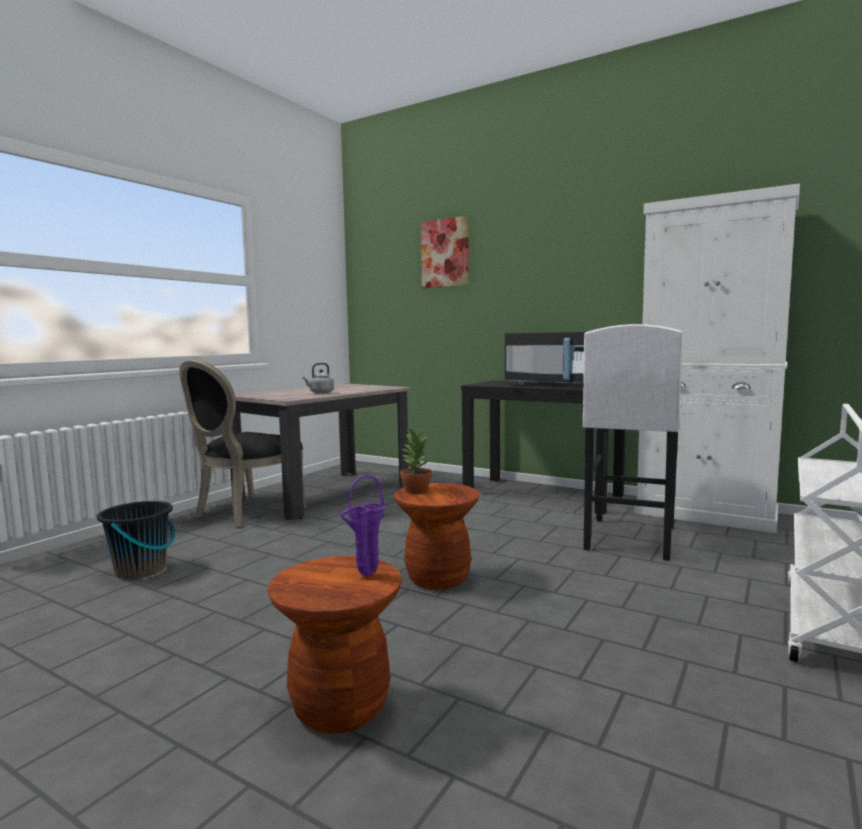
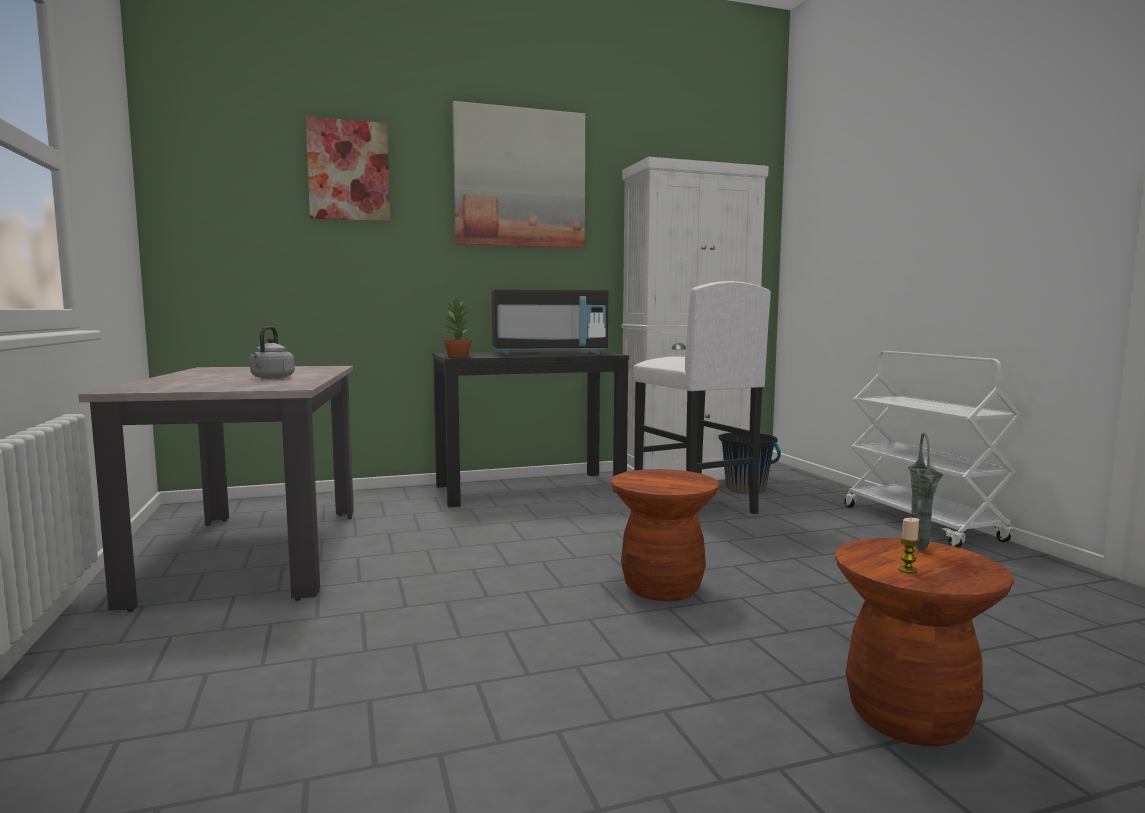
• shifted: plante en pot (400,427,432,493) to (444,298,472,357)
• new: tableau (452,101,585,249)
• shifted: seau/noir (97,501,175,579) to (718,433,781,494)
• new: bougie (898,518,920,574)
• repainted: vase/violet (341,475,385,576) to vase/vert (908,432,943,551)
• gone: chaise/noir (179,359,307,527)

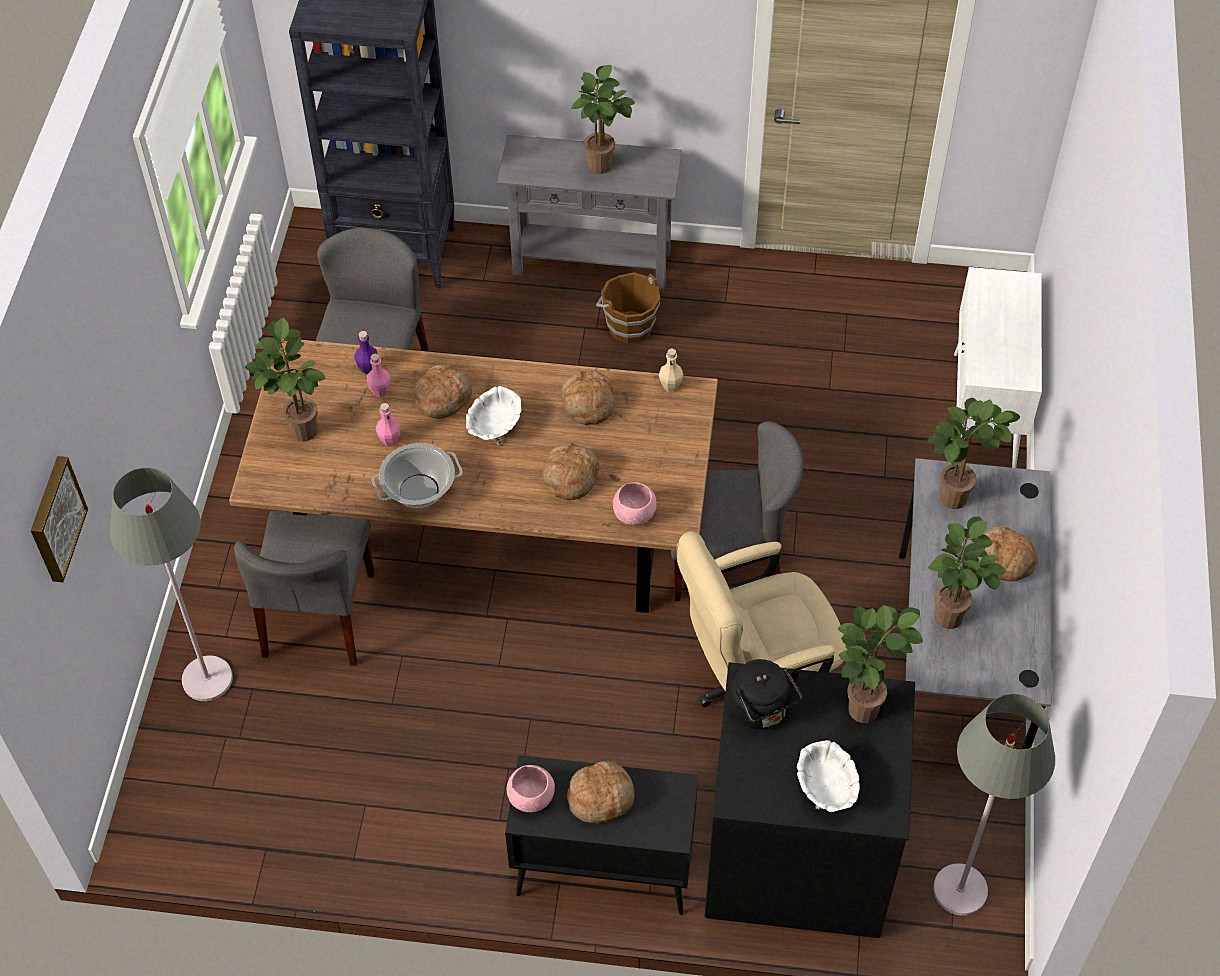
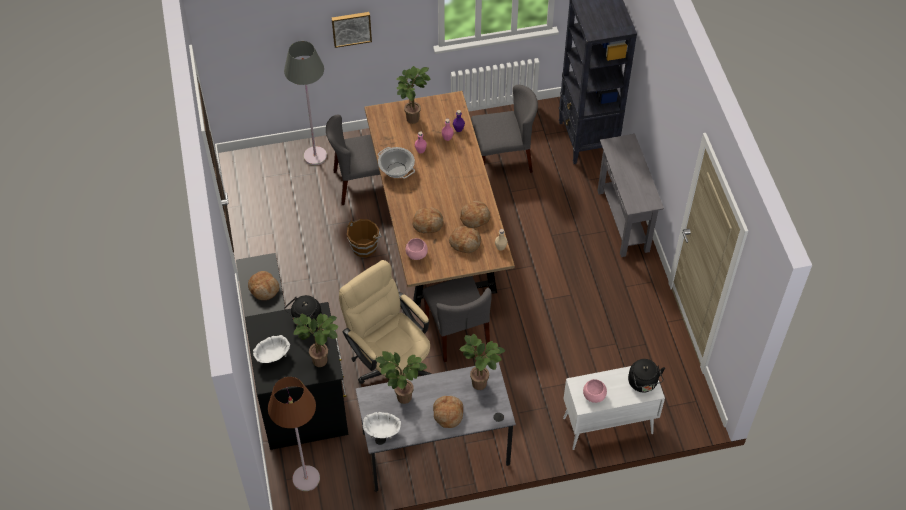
• repainted: lampadaire/gris (933,694,1055,916) to lampadaire/marron (268,377,320,491)
• shifted: tableau (31,456,88,582) to (331,12,372,48)
• shifted: seau/marron (596,272,660,344) to (347,219,382,258)
• shifted: bol/blanc (466,386,521,445) to (363,412,401,439)
• shifted: pain (414,364,472,419) to (449,226,481,253)
• shifted: bol/rose (507,765,555,812) to (583,379,607,403)
• new: bouilloire/noir (628,359,665,393)
• gone: plante en pot (571,65,635,174)

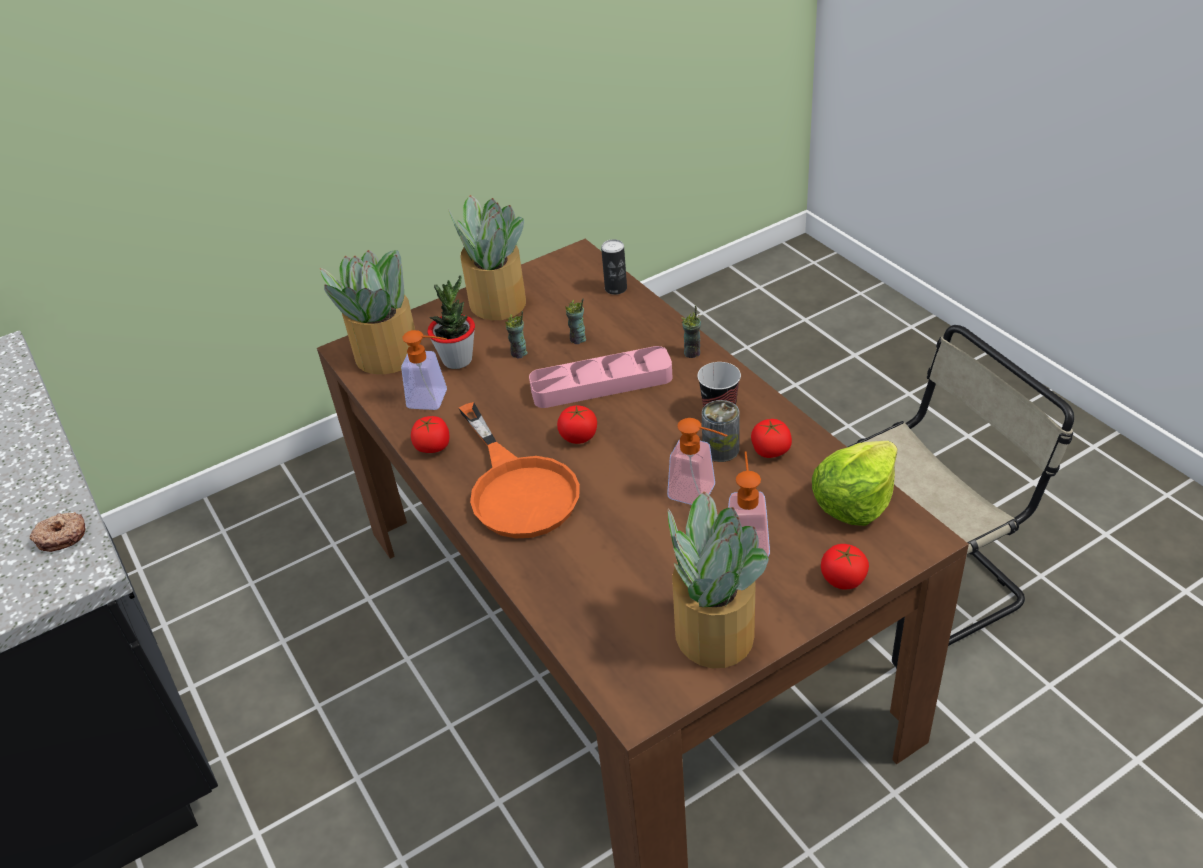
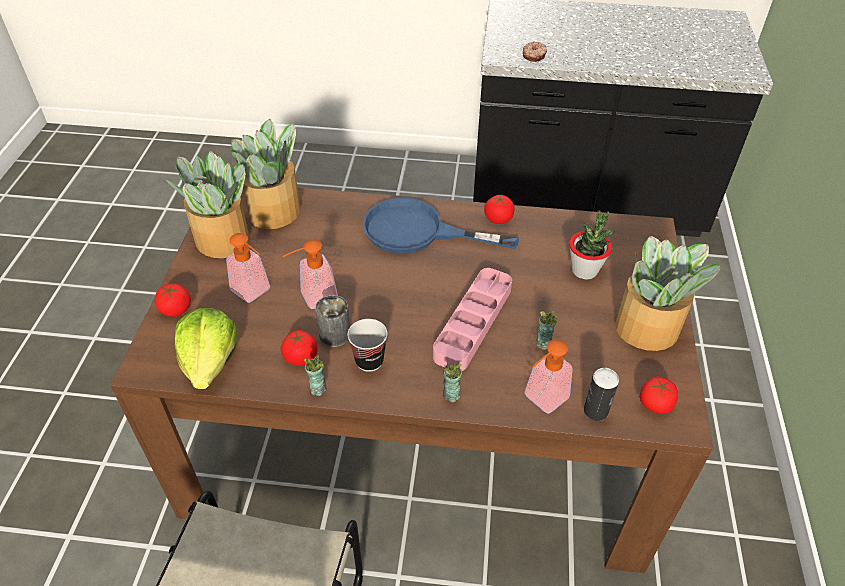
• shifted: plante en pot (320,250,415,374) to (231,119,301,229)
• shifted: tasse (505,311,528,359) to (304,355,326,396)
• repainted: poêle/orange (459,402,580,538) to poêle/bleu (363,198,519,254)
• shifted: distributeur de savon (401,330,447,410) to (524,339,573,414)
• shifted: tomate (557,406,597,444) to (640,377,678,414)

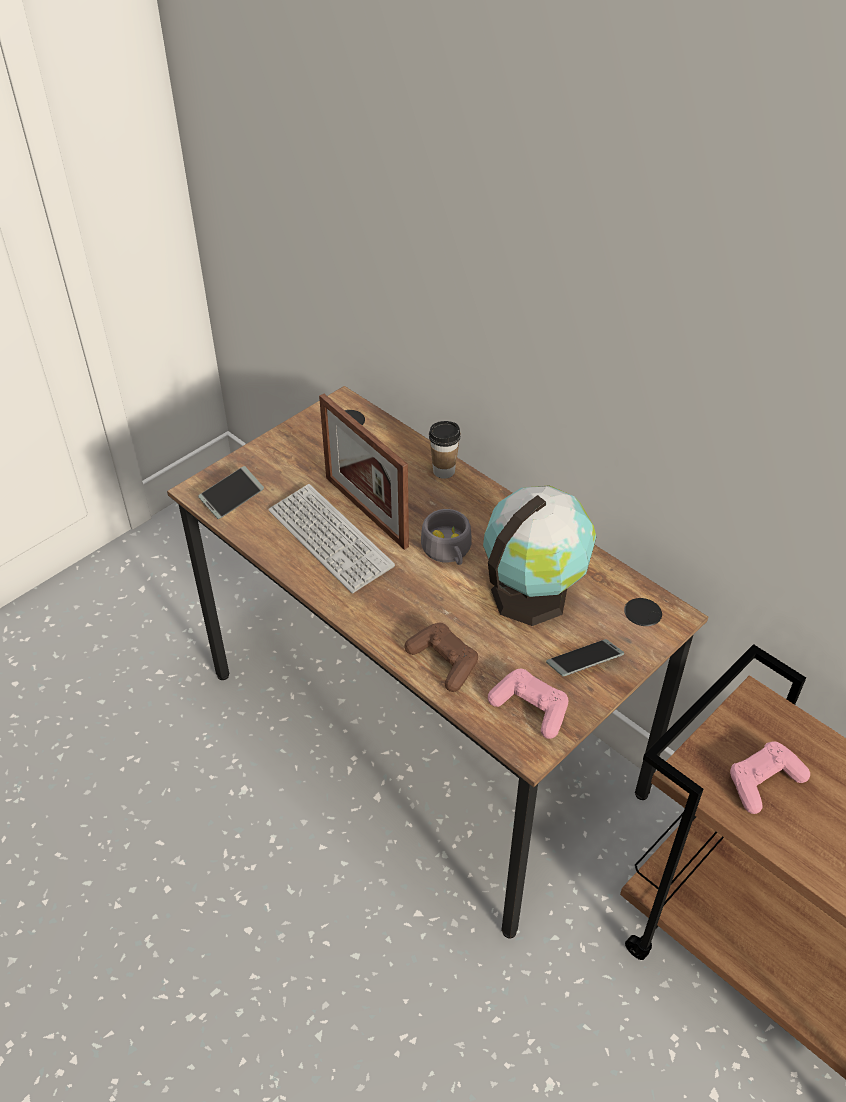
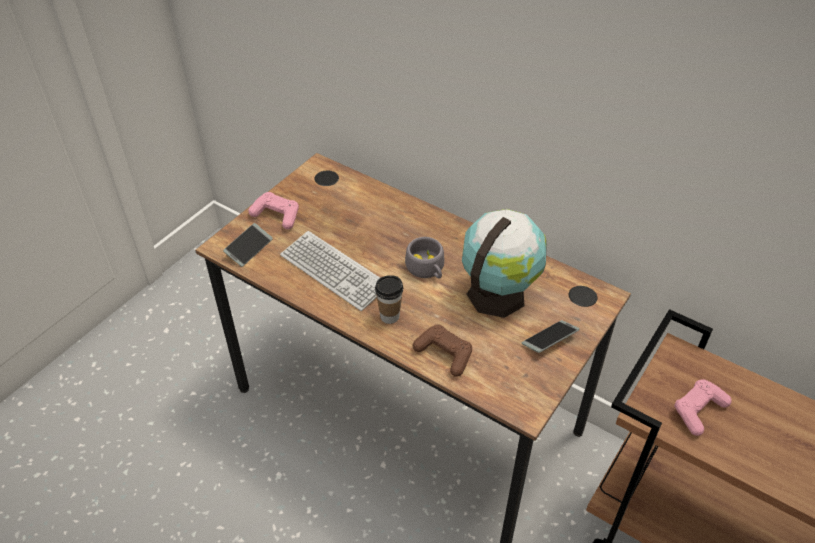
• shifted: manette/rose (488,669,568,739) to (249,192,299,230)
• shifted: tasse (429,421,461,479) to (375,275,403,324)
• gone: cadre photo (319,394,409,550)

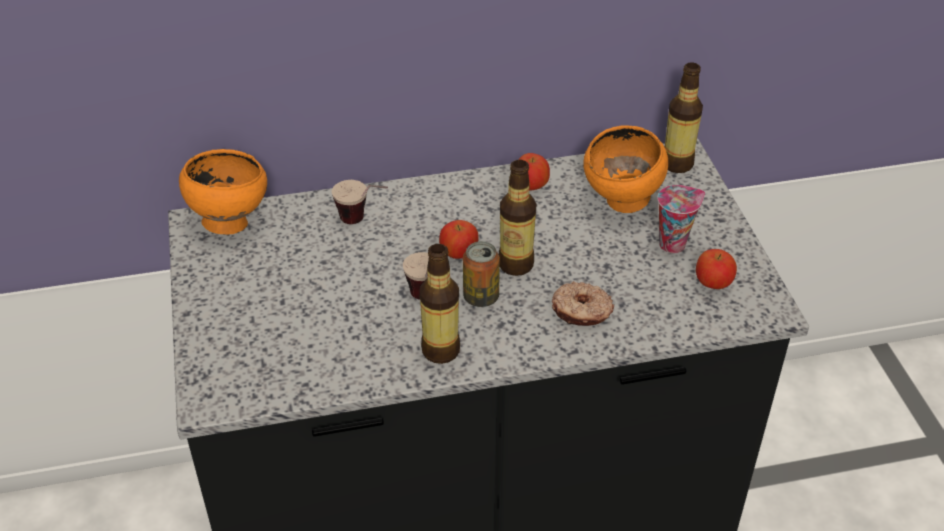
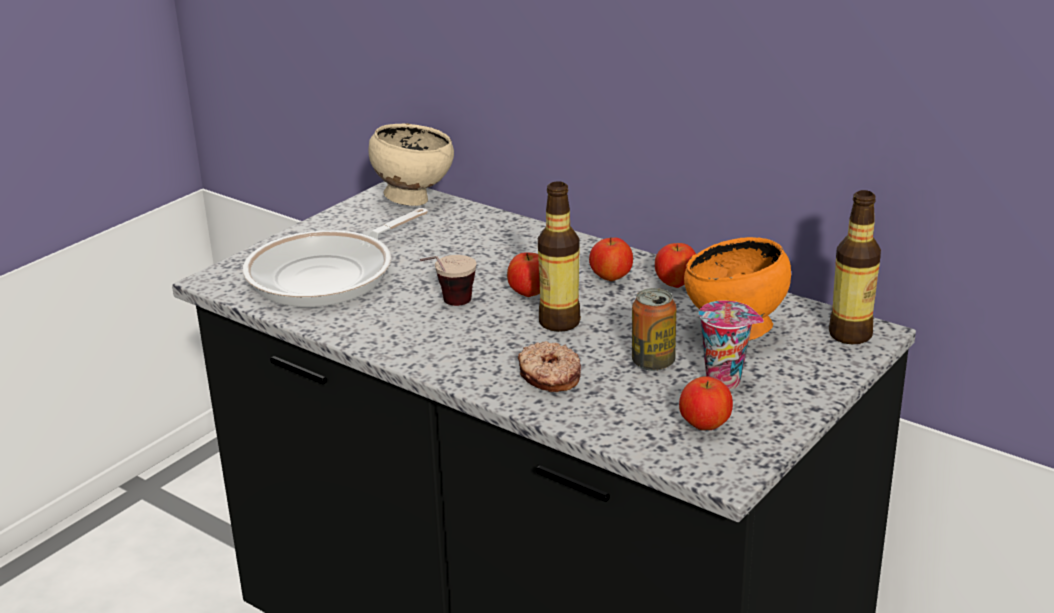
• new: poêle (243,208,428,307)
• repainted: bol/orange (179,149,267,235) to bol/beige (368,123,454,206)
• new: pomme (589,237,633,281)
• shifted: boîte métallique (463,241,500,307) to (632,288,677,371)
• gone: tasse (332,180,388,224)
• gone: bouteille (419,244,460,364)

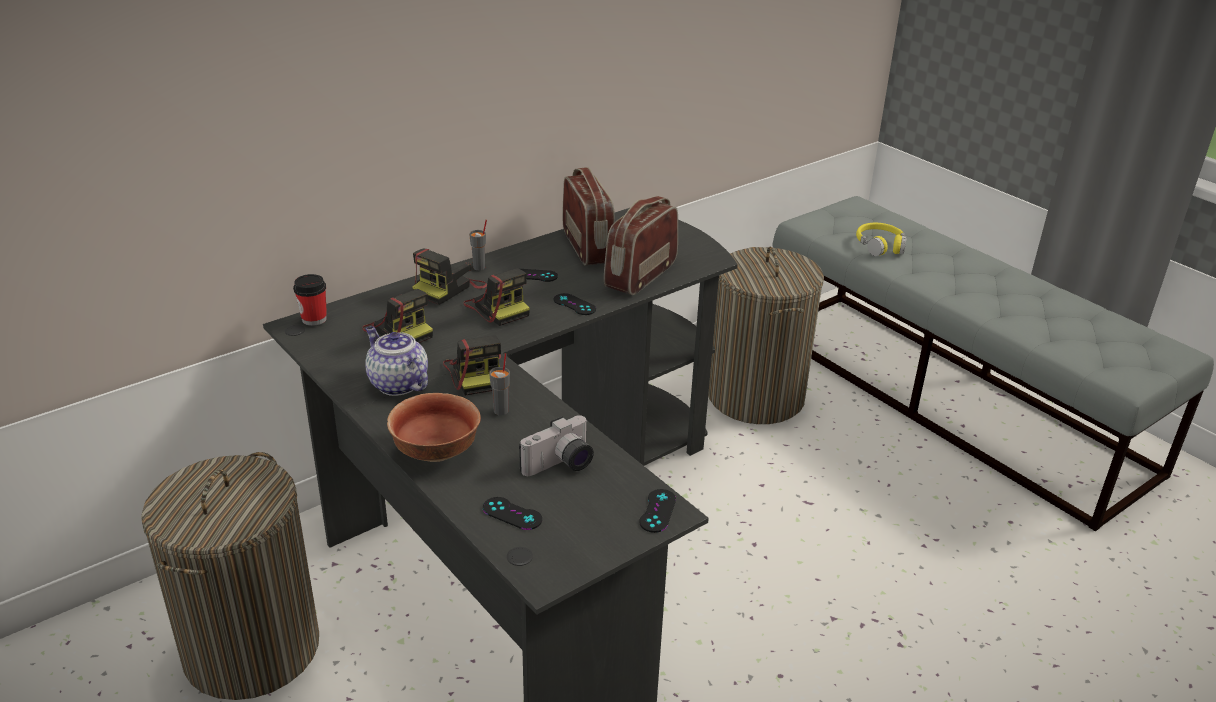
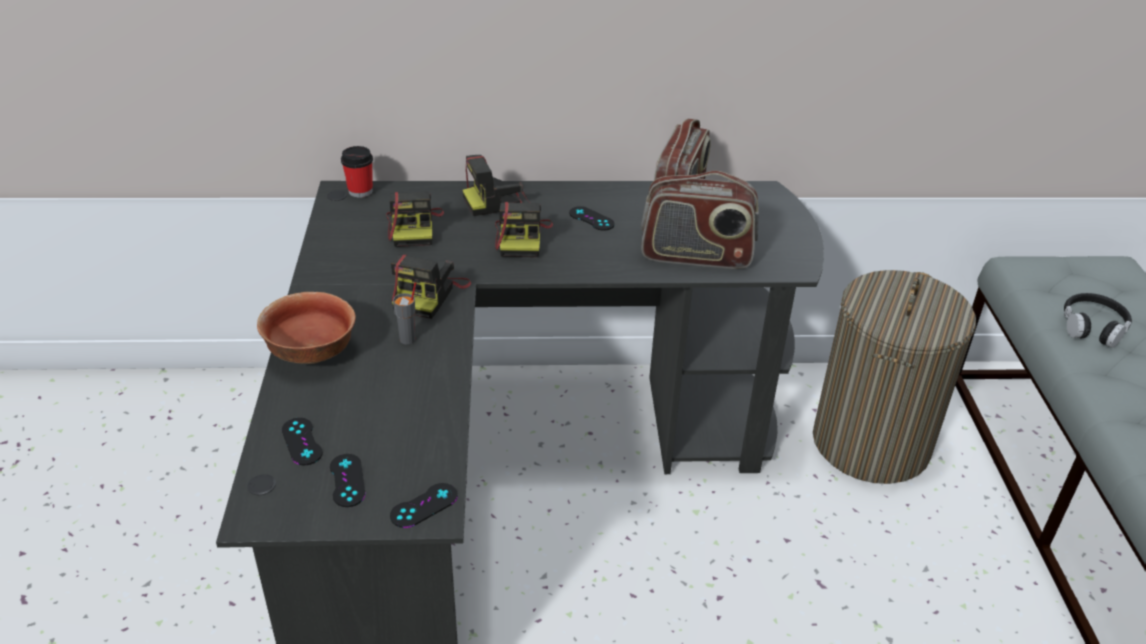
• shifted: manette/noir (554,293,596,315) to (330,454,365,507)
• rotated: radio (604,196,678,295) = (640,171,758,269) 150 degrees counterclockwise
• repainted: casque audio/jaune (856,223,907,256) to casque audio/noir (1064,293,1132,348)
• gone: panier à linge (141,452,319,700)
• gone: théière (365,326,428,396)
• gone: tasse/gris (469,220,487,270)
• gone: appareil photo (519,415,594,476)

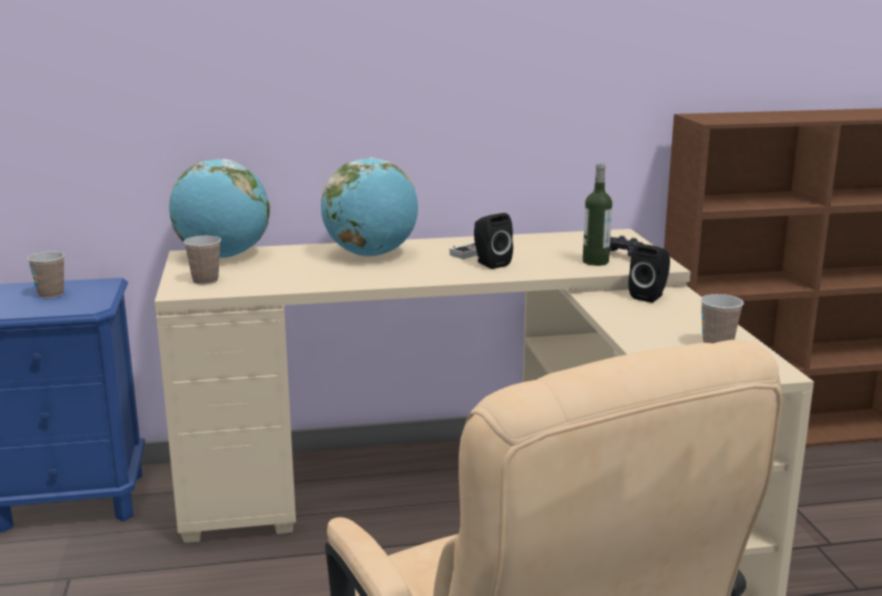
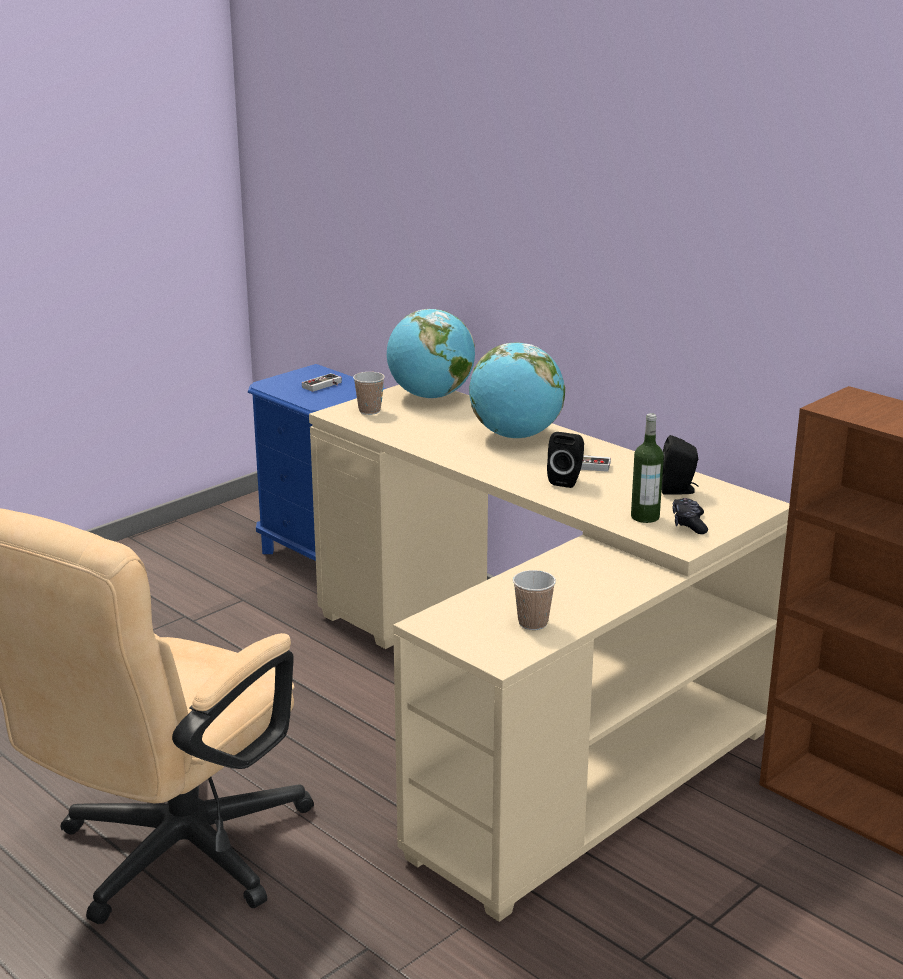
• swapped: tasse (27,252,65,298) to manette (302,373,342,392)
• shifted: enceinte/noir (628,244,670,303) to (662,435,698,495)

